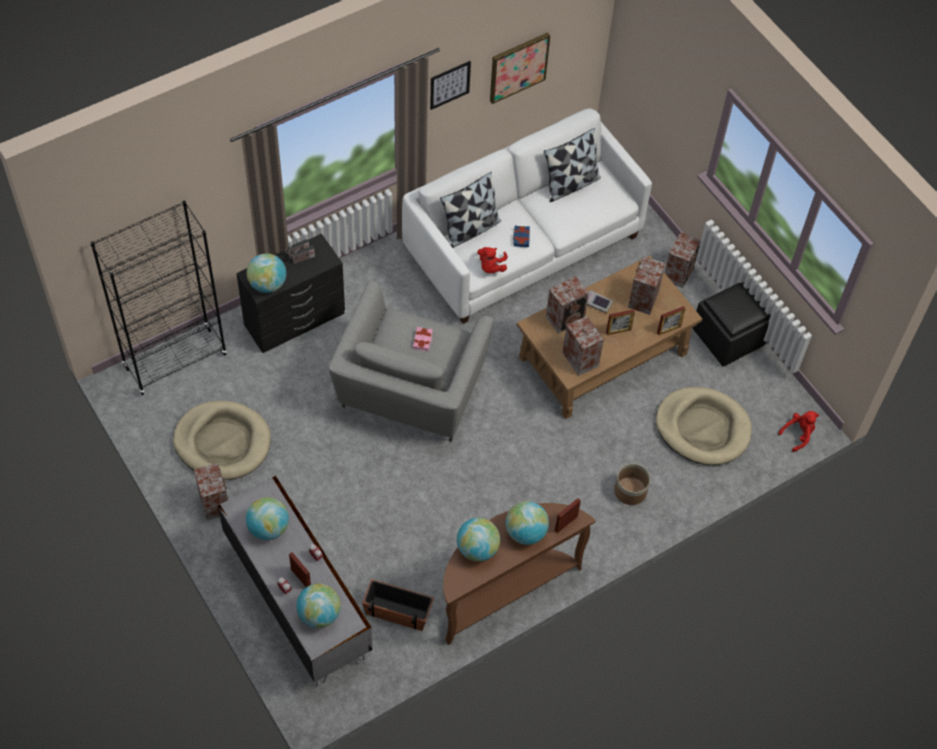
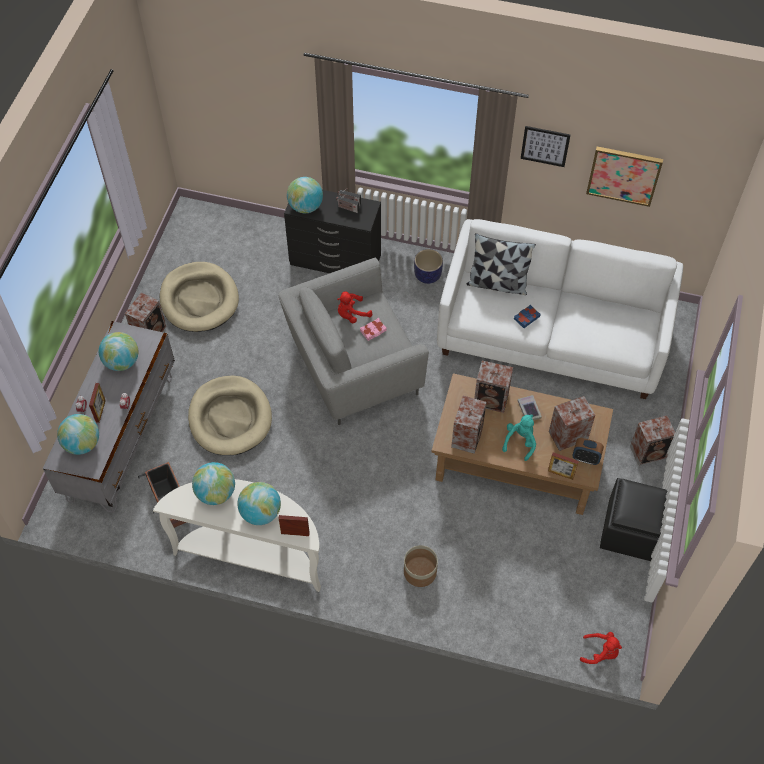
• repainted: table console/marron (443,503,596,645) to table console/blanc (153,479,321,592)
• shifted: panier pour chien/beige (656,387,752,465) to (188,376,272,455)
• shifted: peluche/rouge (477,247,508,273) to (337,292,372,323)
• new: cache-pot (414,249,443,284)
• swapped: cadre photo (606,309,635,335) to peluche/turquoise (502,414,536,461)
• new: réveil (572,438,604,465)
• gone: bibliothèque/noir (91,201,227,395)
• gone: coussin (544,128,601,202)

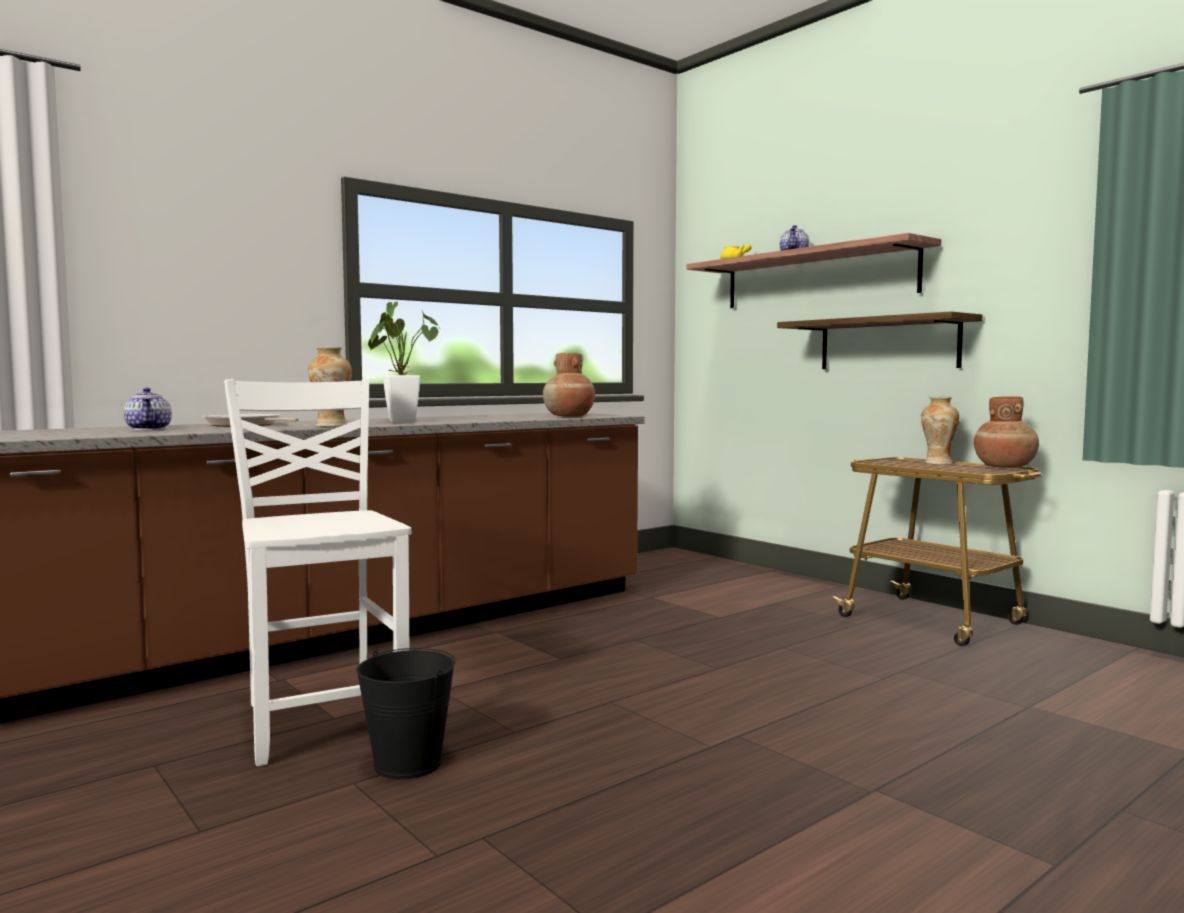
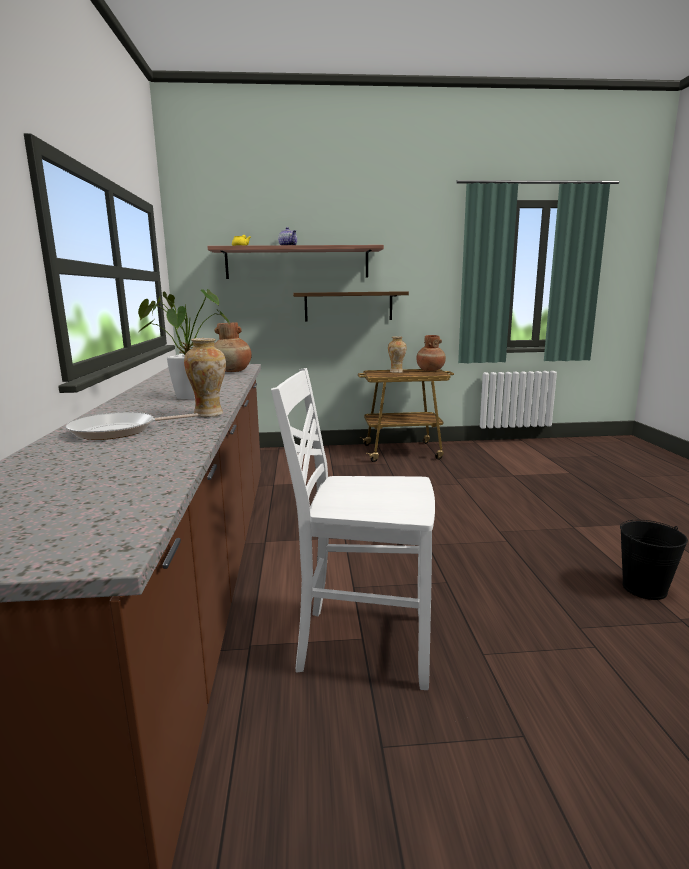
• shifted: seau/noir (356,648,456,779) to (620,520,688,600)
• gone: théière (124,388,172,430)

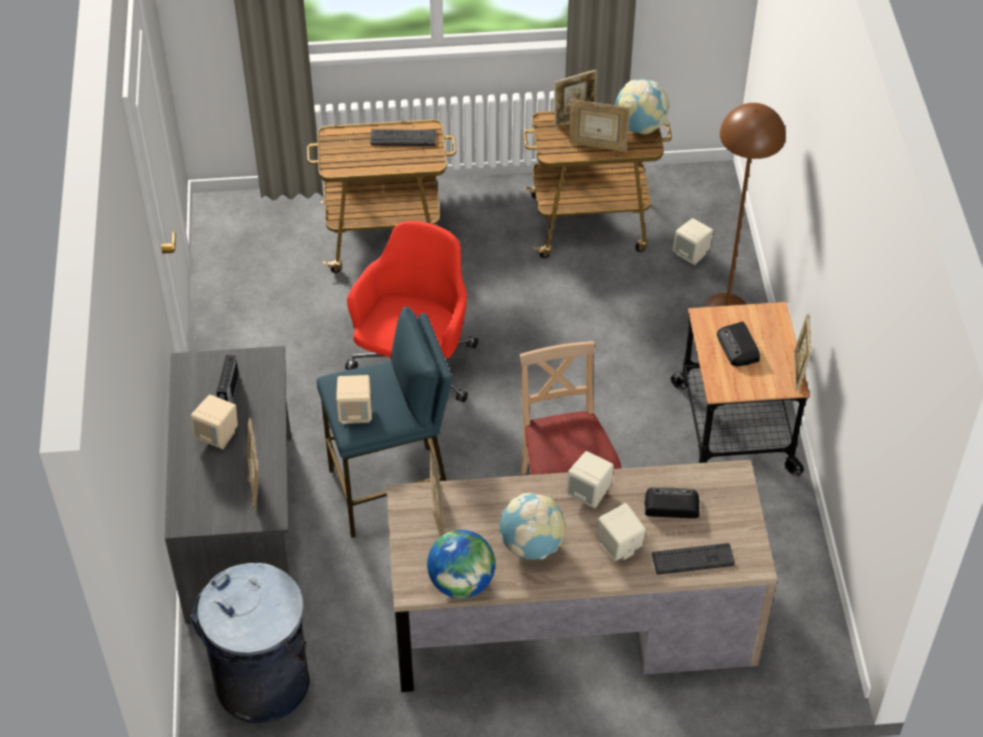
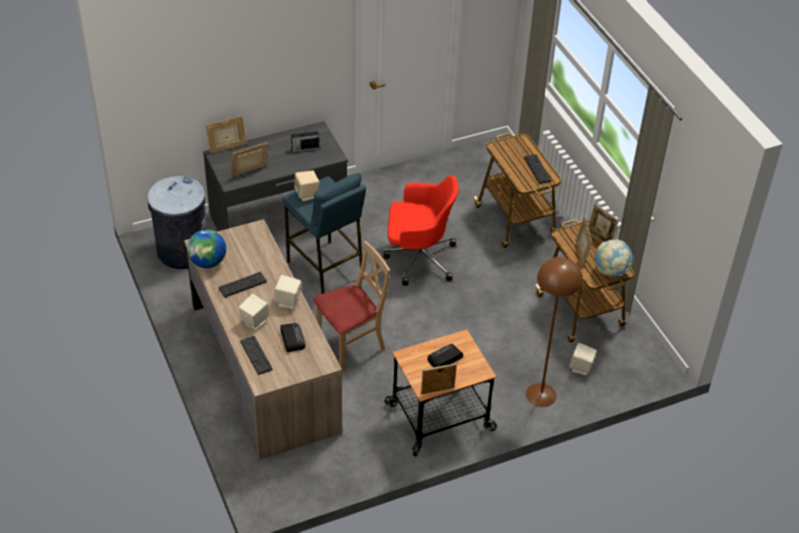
• shifted: cadre photo (429,452,445,537) to (206,116,247,153)
• swapped: globe (500,493,566,560) to clavier (219,272,267,298)
• gone: enceinte/beige (191,395,238,449)

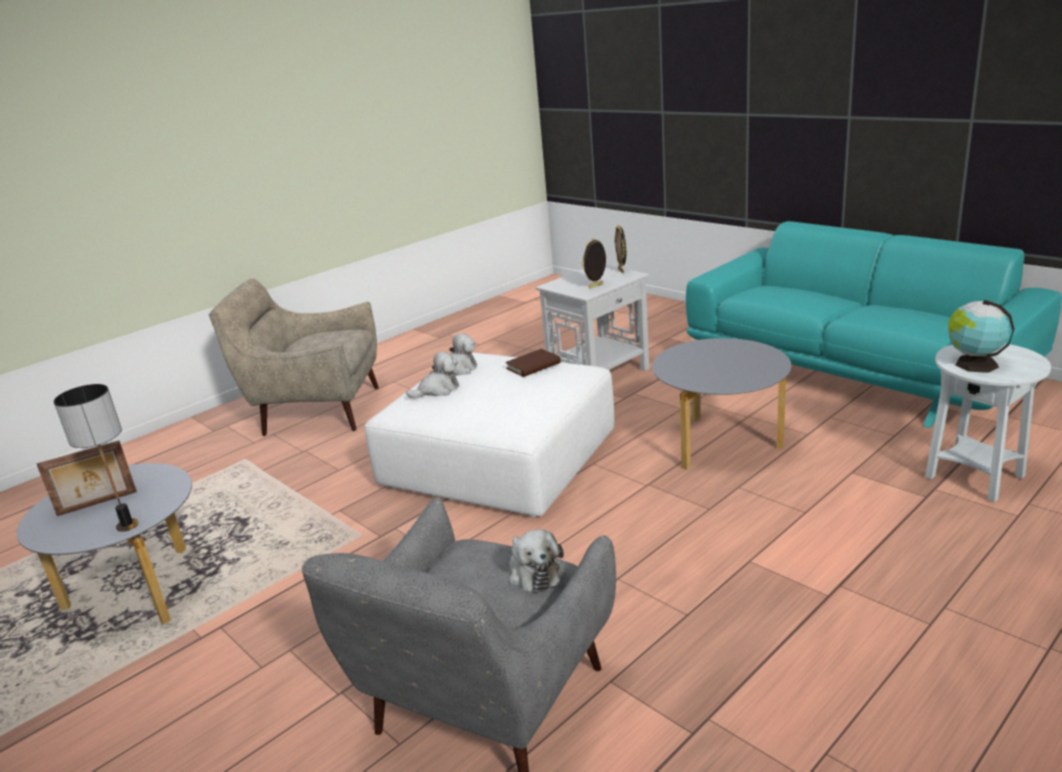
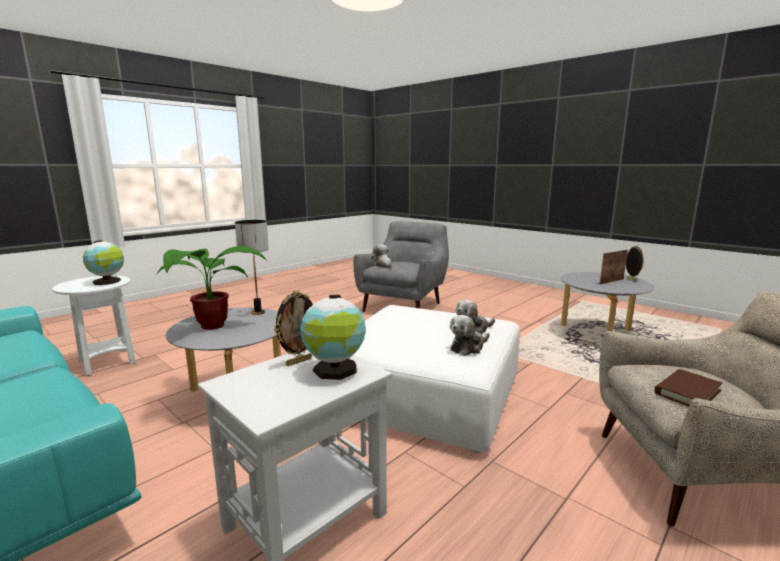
• new: plante en pot (157,246,267,330)
• shifted: lampe de table (54,384,139,532) to (235,220,269,315)
• new: globe (300,295,366,380)
• shifted: cadre photo (614,225,626,273) to (626,245,645,282)
• shifted: livre/marron (505,349,561,377) to (654,369,723,406)

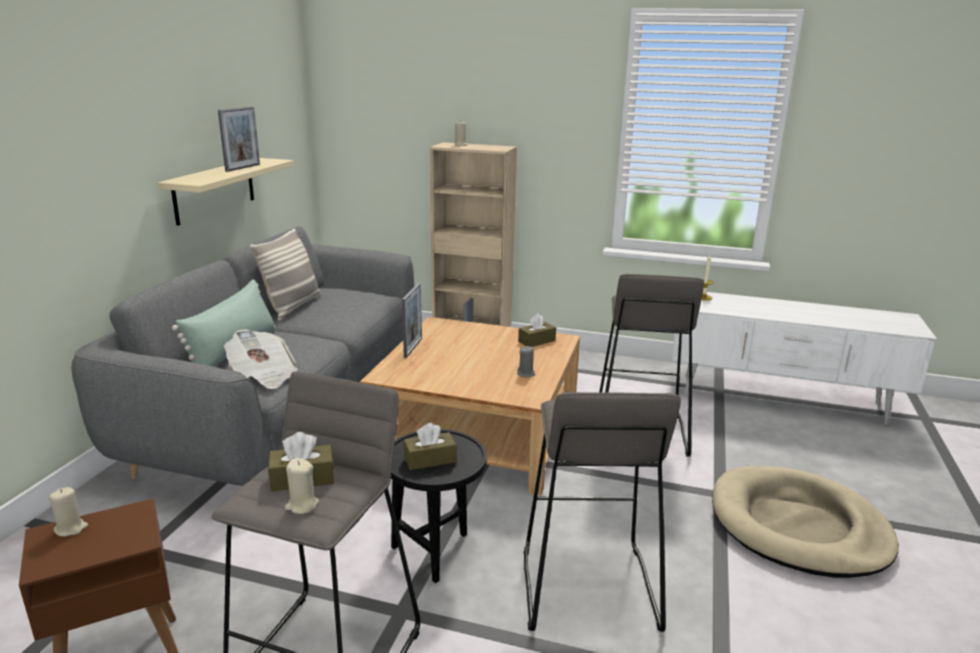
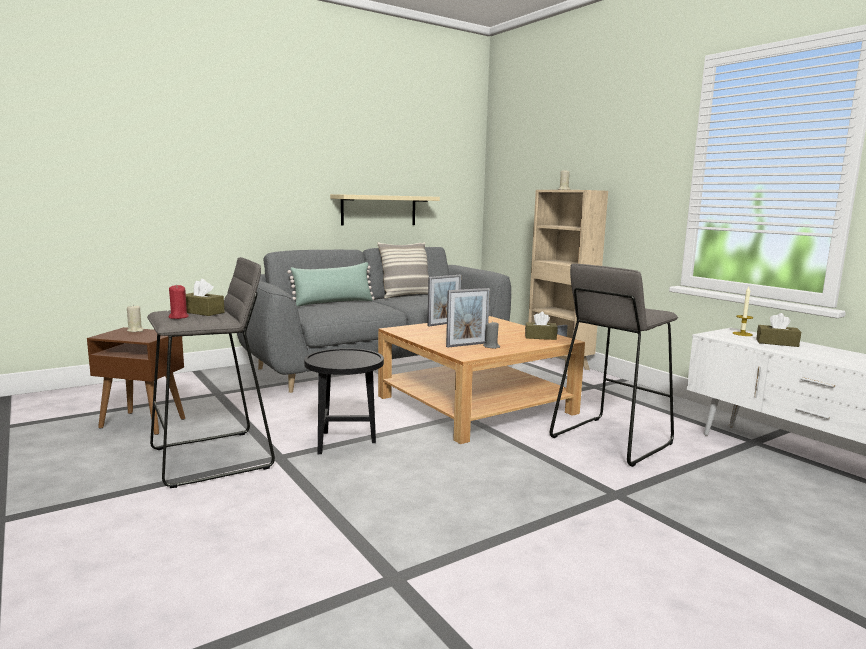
• repainted: bougie/beige (285,458,319,514) to bougie/rouge (169,284,189,319)
• shifted: cadre photo (218,106,260,172) to (446,288,490,348)
• shifted: boîte à mouchoirs/marron (404,423,456,470) to (756,313,801,347)
• gone: journal (224,329,298,389)
• gone: tabouret/gris (524,392,681,632)
• gone: panier pour chien/beige (712,466,899,578)

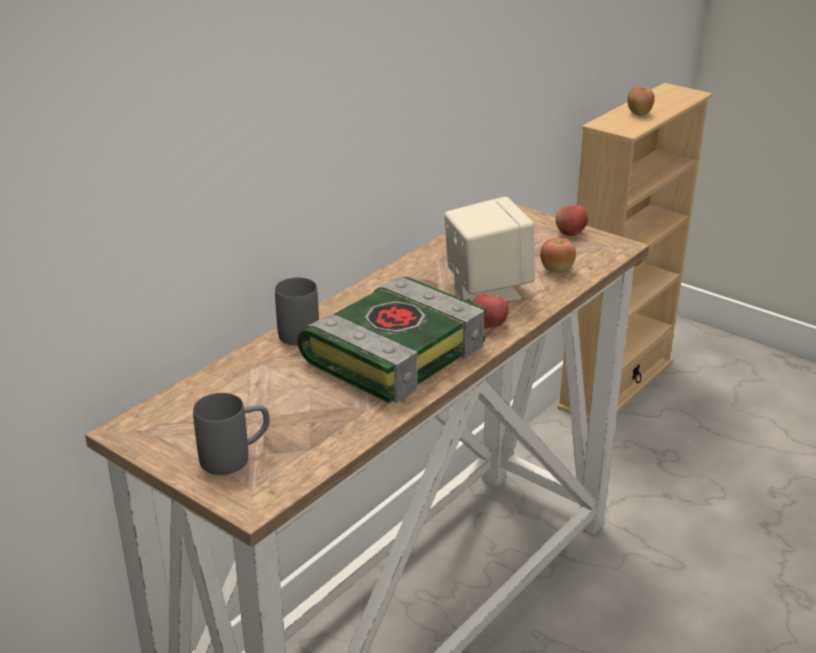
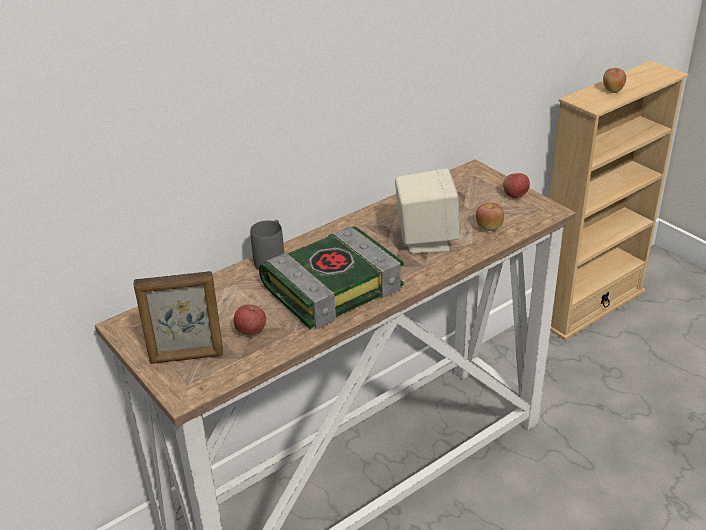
• swapped: mug/gris (193,393,270,475) to cadre photo (134,271,223,364)
• shifted: pomme (472,294,509,328) to (234,304,266,335)

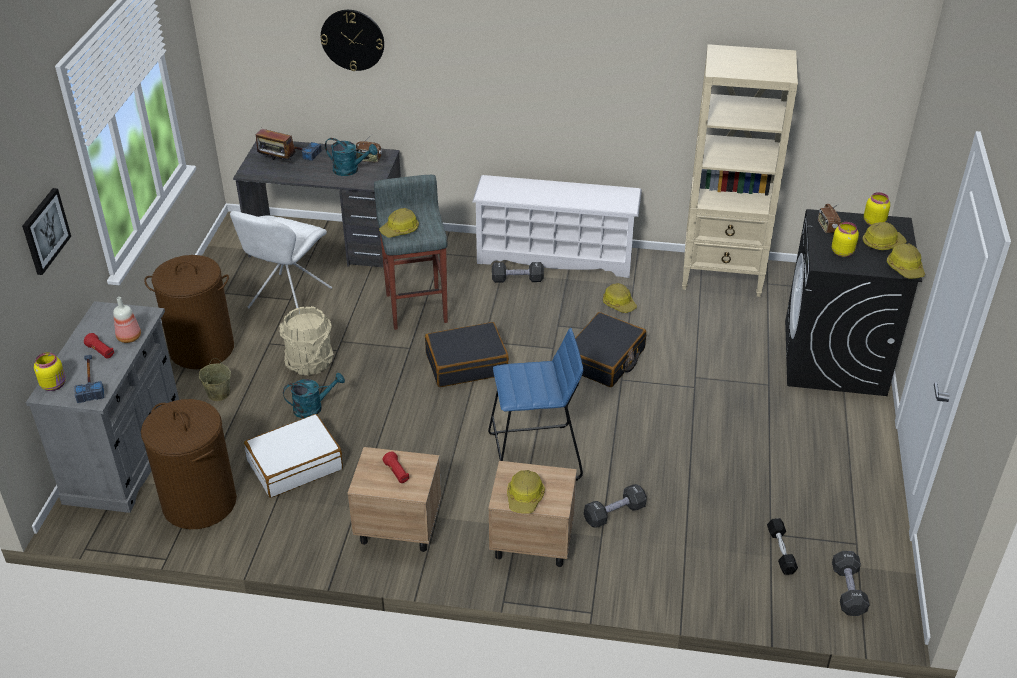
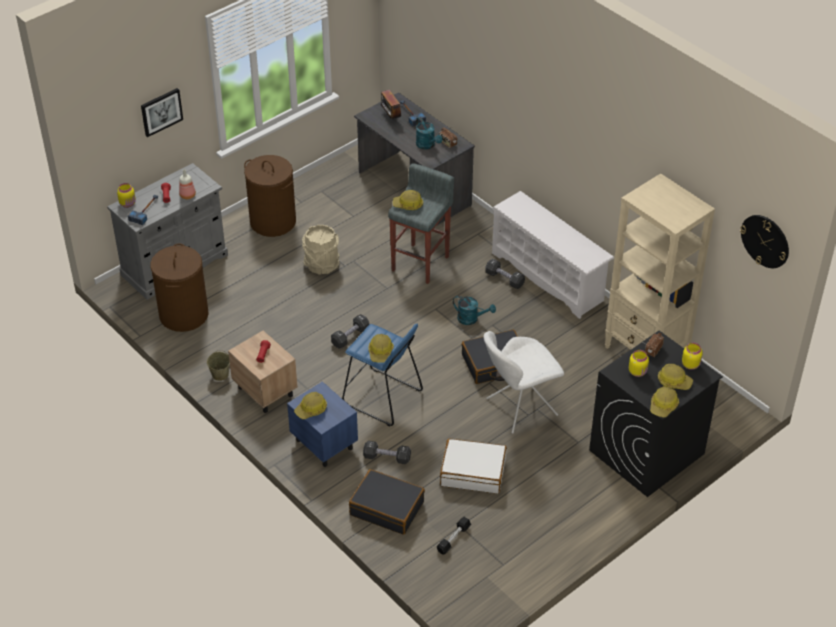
• shifted: seau/beige (199,358,231,401) to (207,350,230,381)
• repainted: table de chevet/beige (488,461,577,567) to table de chevet/bleu (287,381,358,467)
• shifted: haltère/noir (832,551,870,616) to (331,314,369,349)
• shifted: valise/noir (425,322,509,387) to (349,469,425,535)
• shifted: casque de chantier (603,283,637,313) to (368,334,394,363)
• shifted: valise/blanc (244,414,343,498) to (440,438,507,494)
• shifted: arrosoir/turquoise (283,373,345,418) to (453,296,496,325)
• shifted: chaise/blanc (230,211,332,314) to (484,331,564,434)
• shifted: horloge murale (320,10,384,71) to (740,215,789,268)

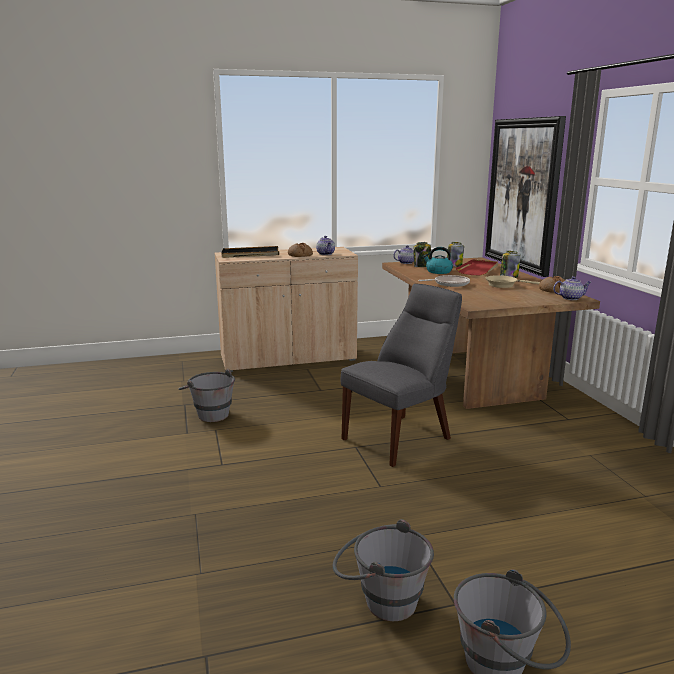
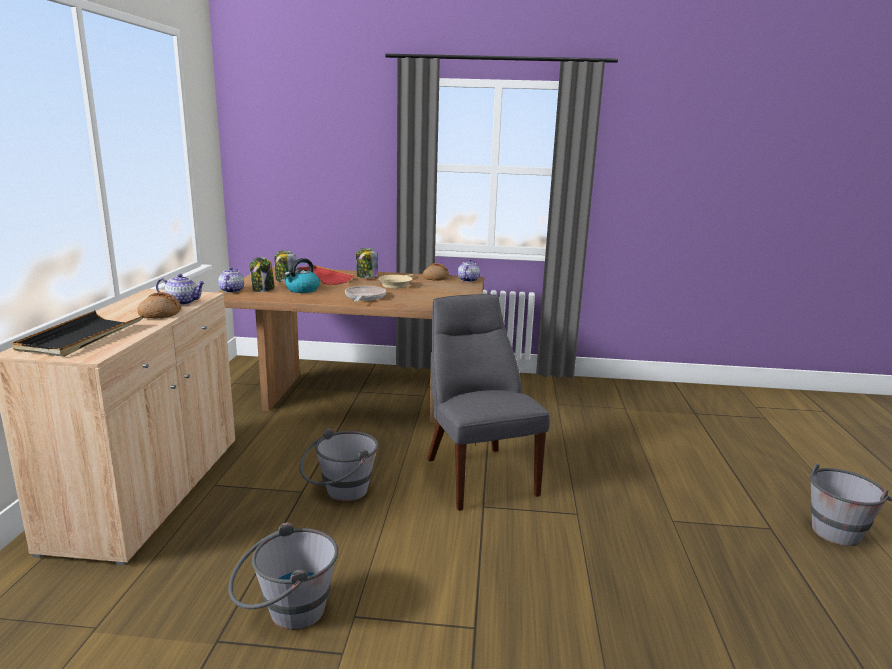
• shifted: seau/gris (333,519,434,621) to (300,428,378,502)
• gone: tableau (485,116,566,277)

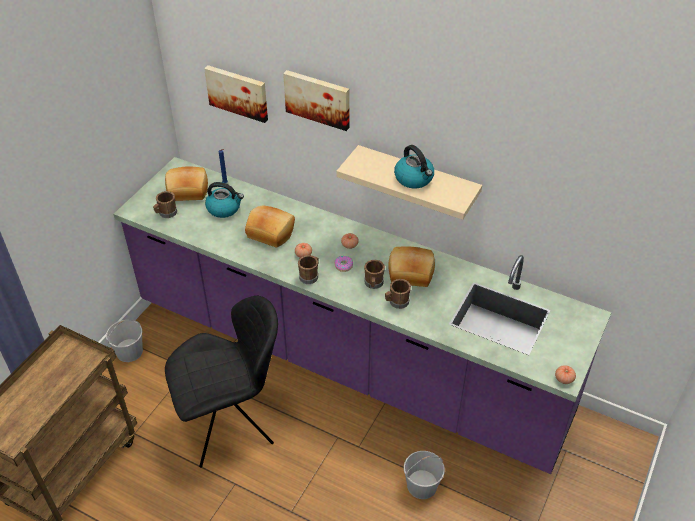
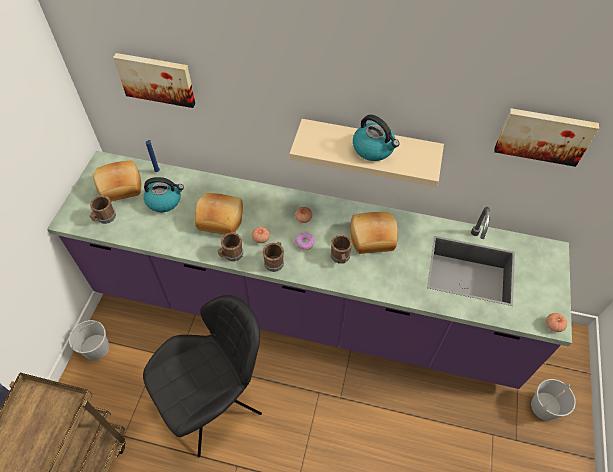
• shifted: mug/marron (385,279,411,309) to (218,233,243,261)
• shifted: tableau (283,70,349,131) to (494,108,599,167)
• shifted: seau/blanc (404,451,445,499) to (531,379,576,421)

